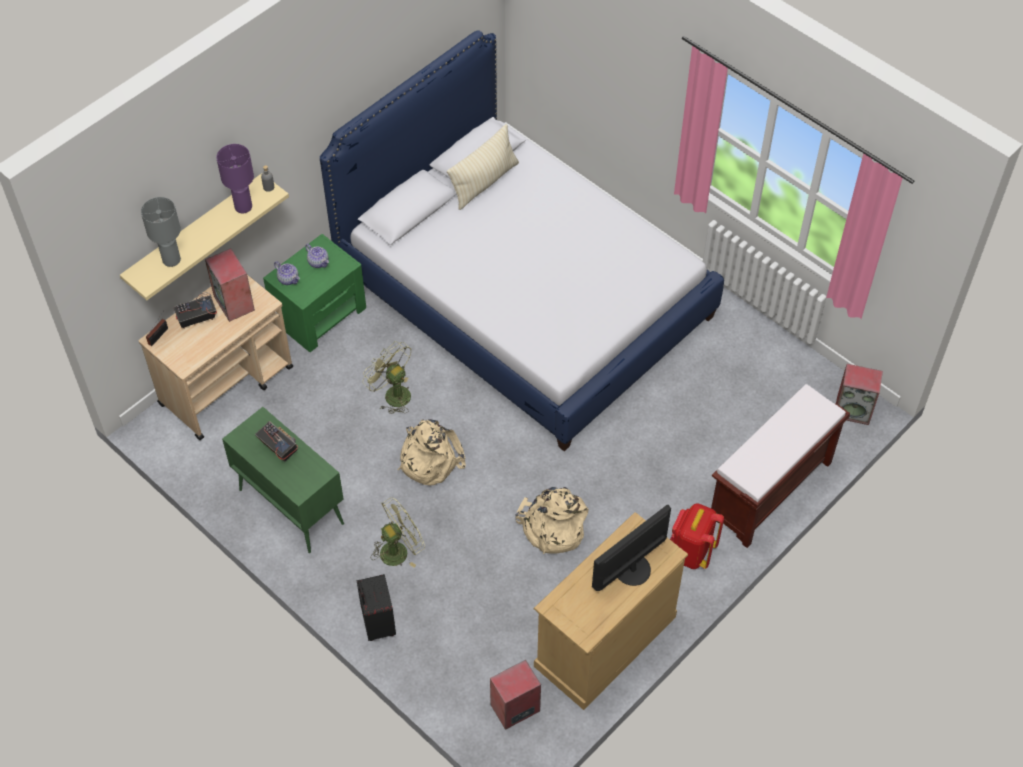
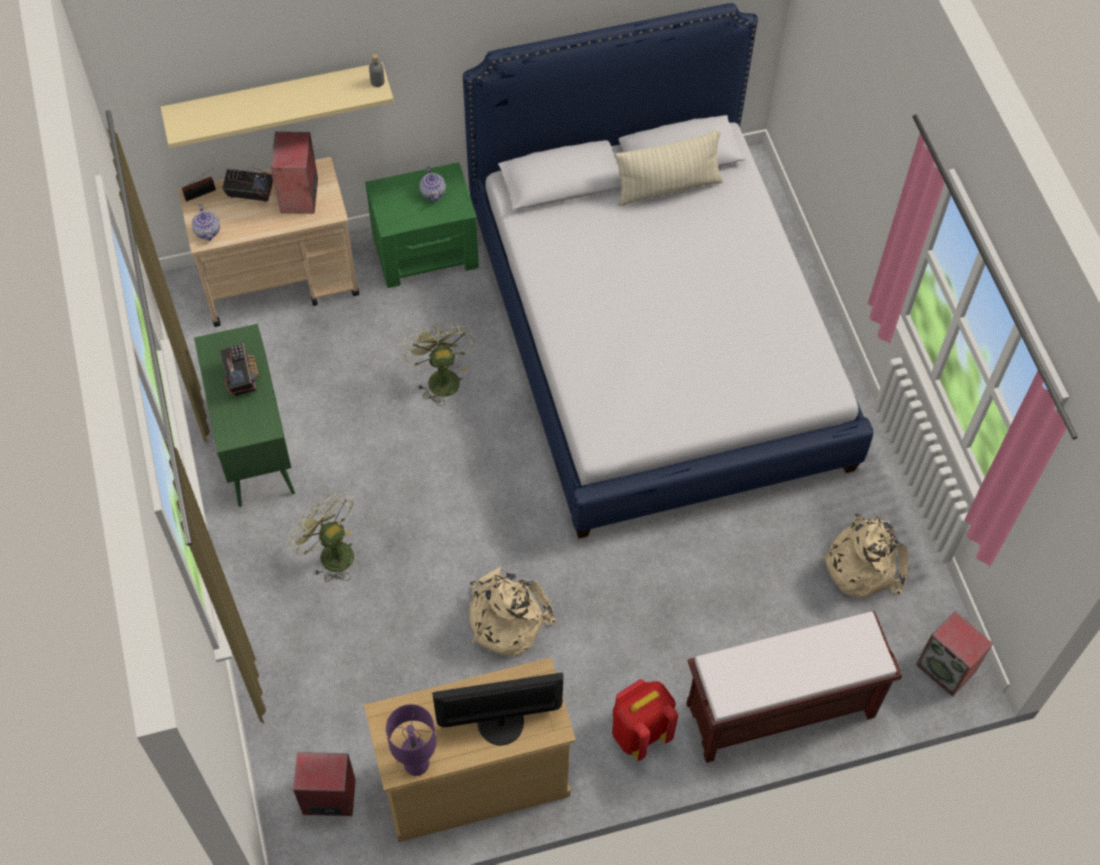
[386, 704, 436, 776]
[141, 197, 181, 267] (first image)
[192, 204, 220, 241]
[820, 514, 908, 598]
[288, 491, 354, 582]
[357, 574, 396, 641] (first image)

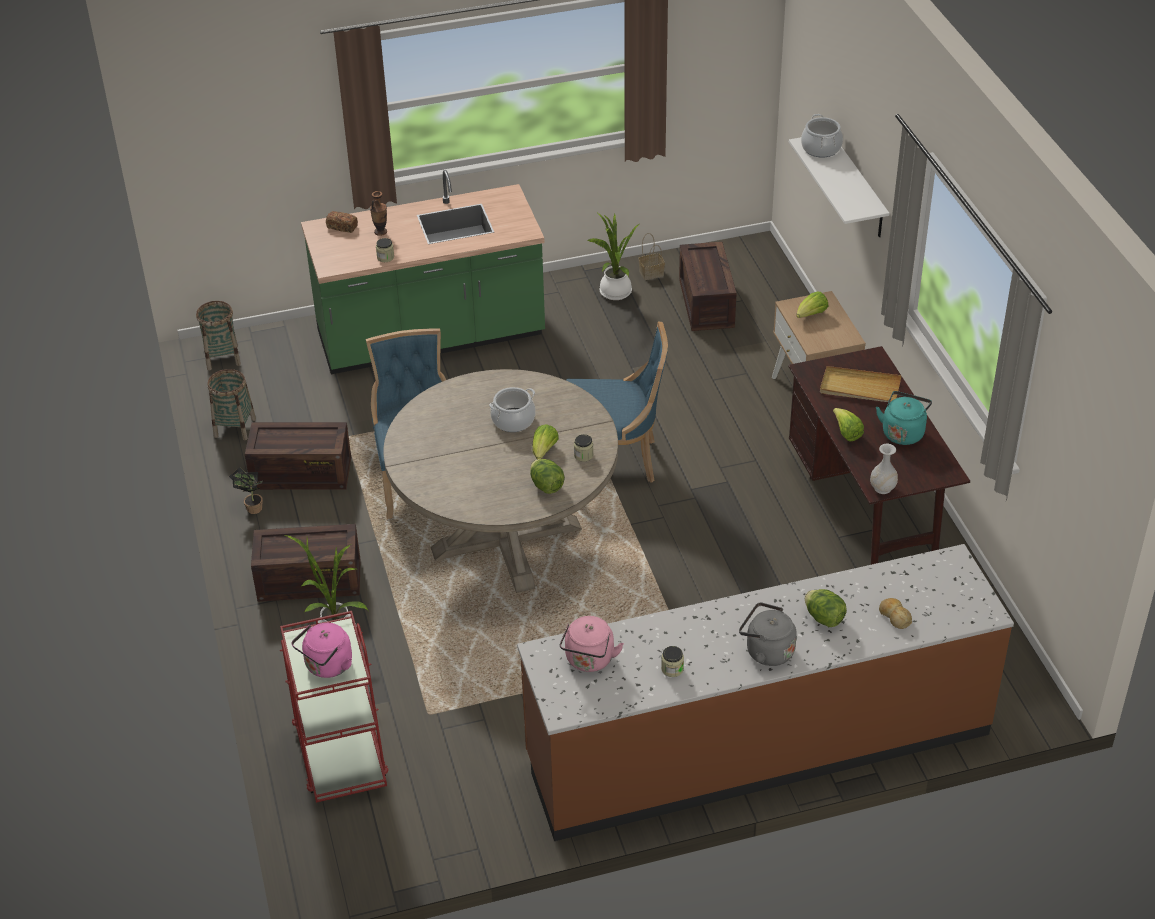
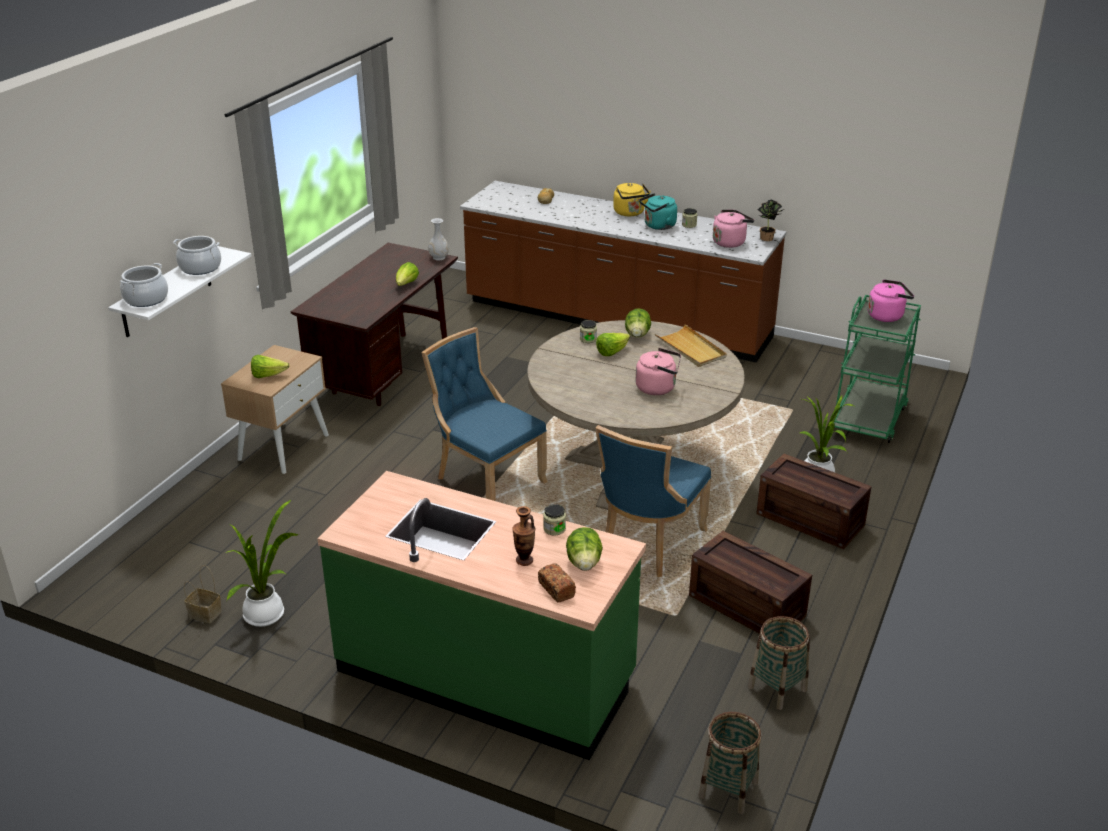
[679, 242, 737, 331] (first image)
[655, 324, 727, 367]
[173, 236, 221, 275]
[639, 193, 677, 230]
[758, 199, 784, 241]
[566, 527, 603, 571]
[613, 183, 651, 216]
[834, 295, 921, 443]
[636, 348, 681, 395]

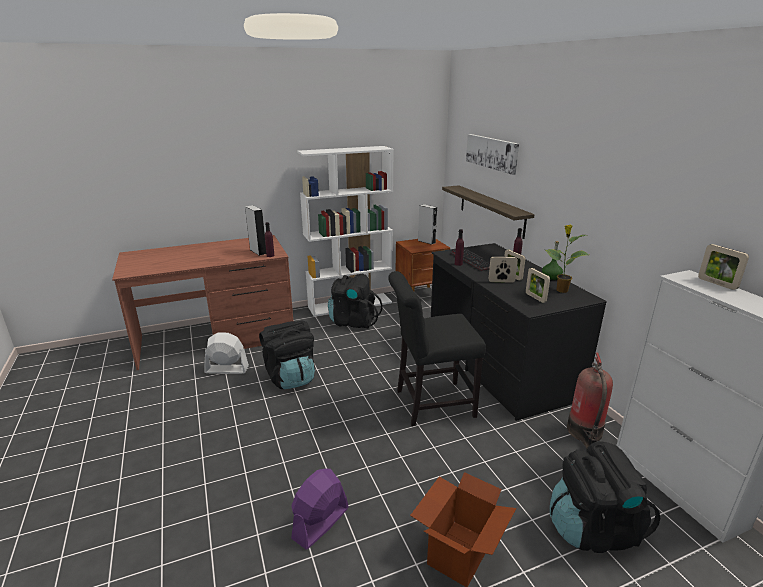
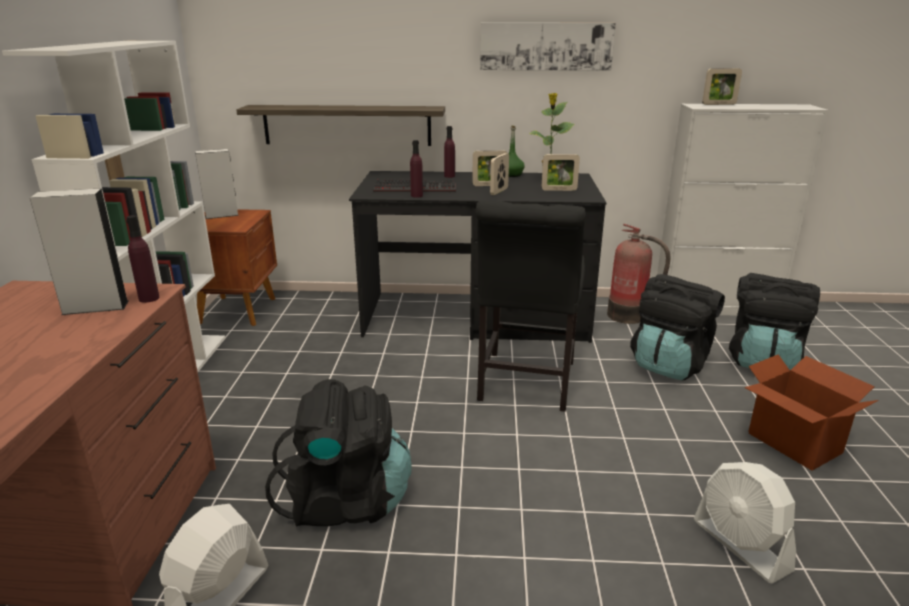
[480, 23, 616, 71]
[630, 274, 725, 381]
[694, 462, 796, 583]

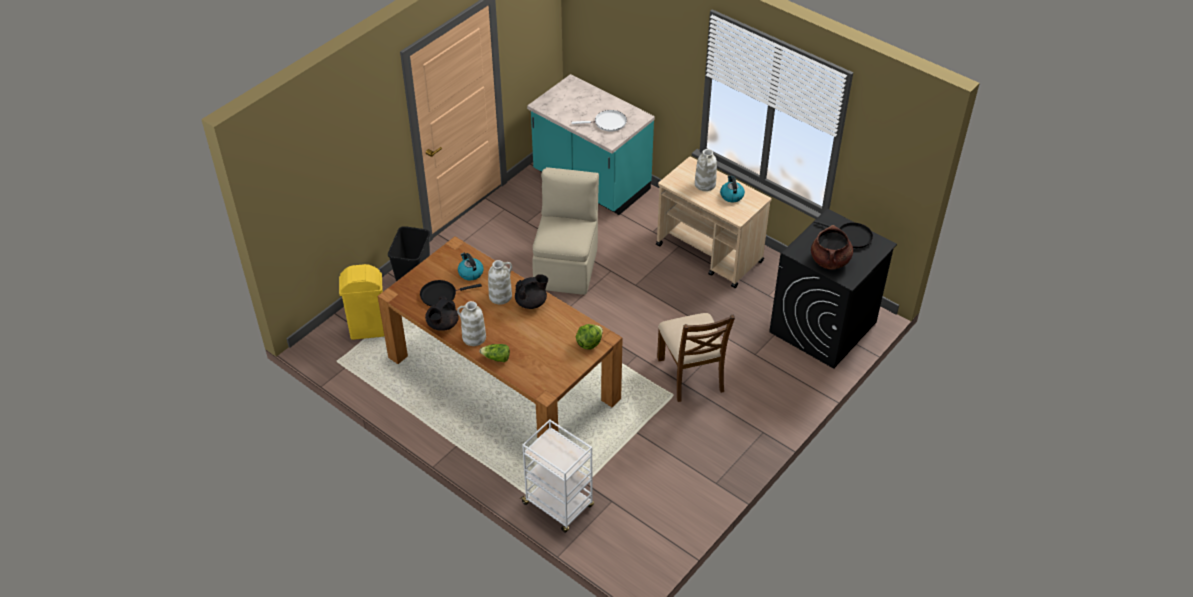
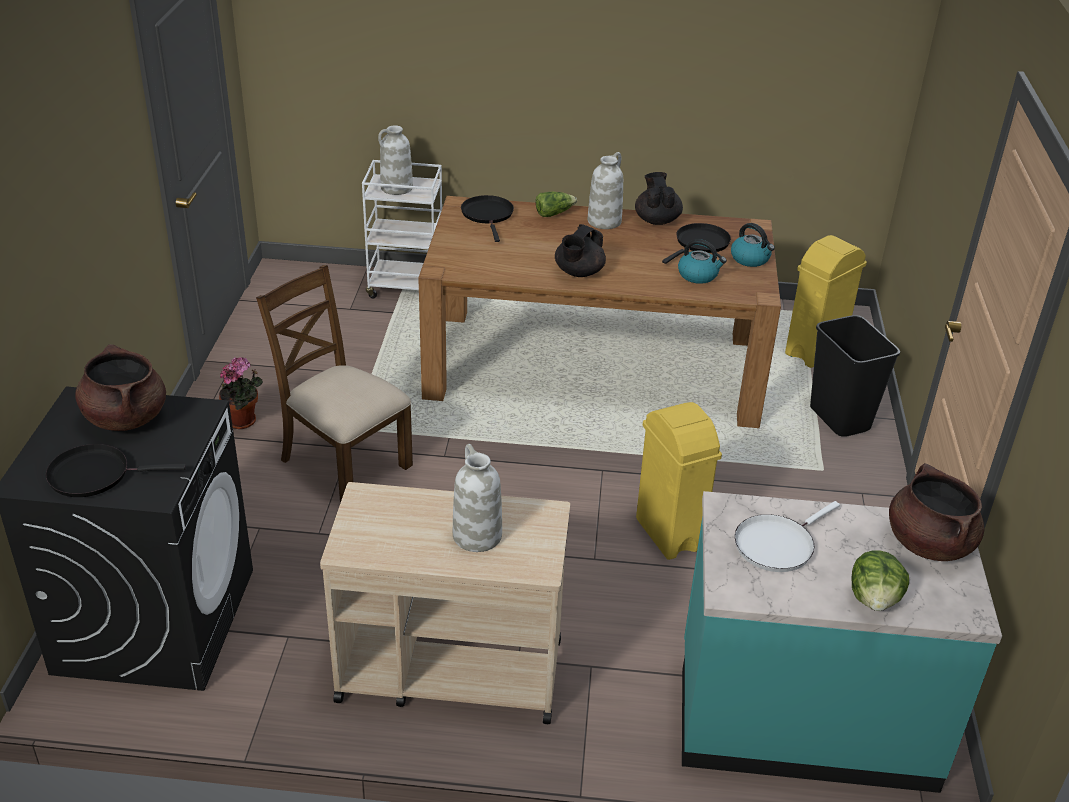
[636, 402, 722, 560]
[731, 223, 775, 267]
[378, 125, 413, 195]
[851, 550, 909, 611]
[461, 195, 514, 242]
[219, 357, 263, 429]
[889, 463, 984, 561]

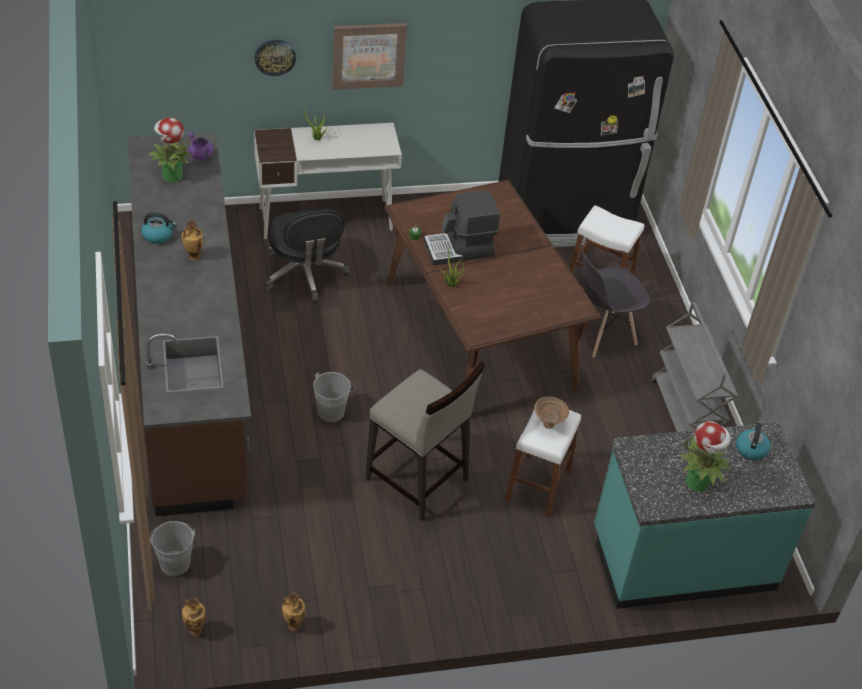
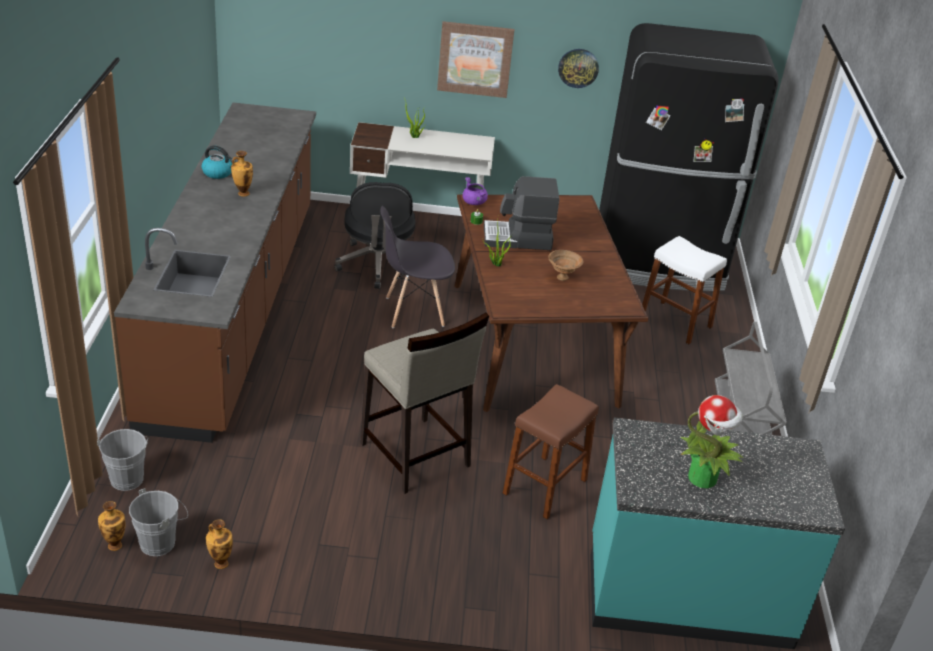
[558, 49, 599, 88]
[149, 117, 193, 183] (first image)
[463, 177, 488, 205]
[381, 206, 455, 328]
[129, 488, 188, 556]
[548, 250, 583, 281]
[503, 384, 599, 519]
[736, 421, 771, 460] (first image)

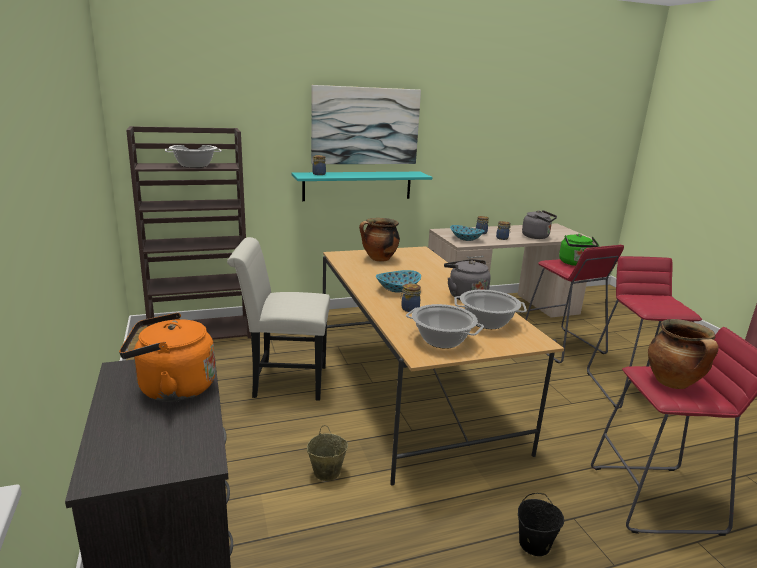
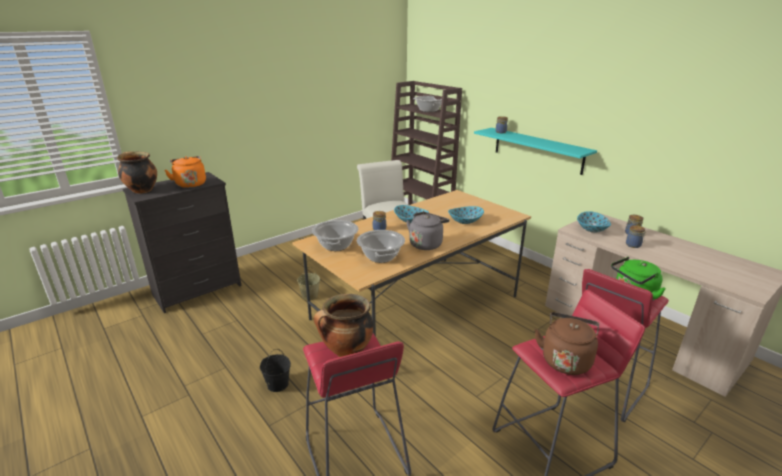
[311, 85, 421, 164] (first image)
[522, 210, 557, 239] (first image)
[117, 151, 157, 194]
[448, 206, 484, 224]
[535, 312, 599, 375]

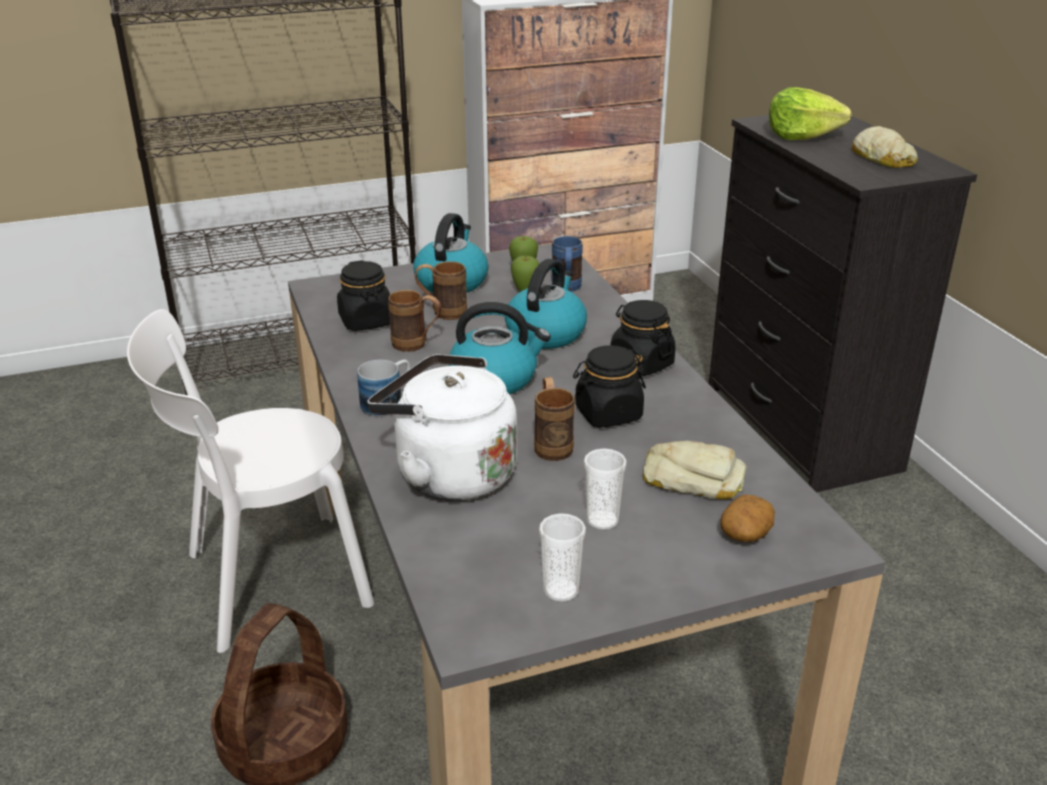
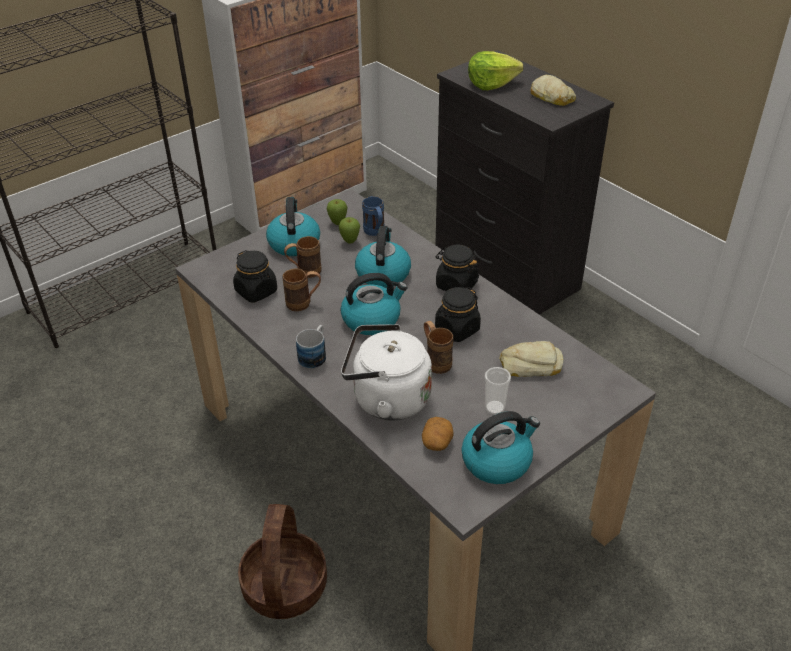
[127, 309, 374, 653] (first image)
[422, 417, 454, 451]
[461, 411, 540, 484]

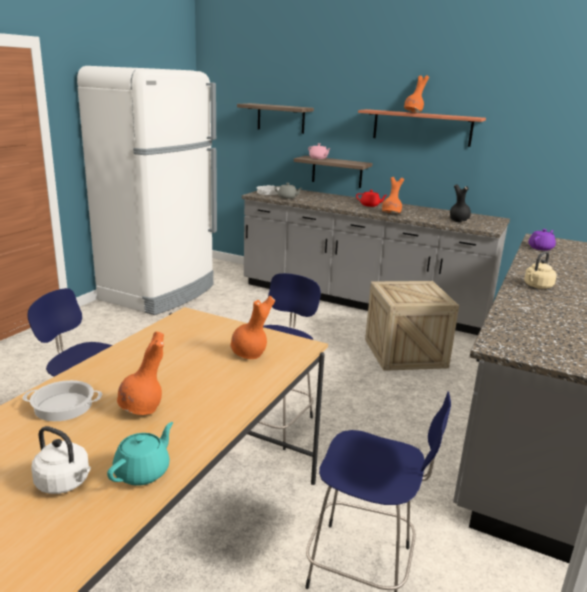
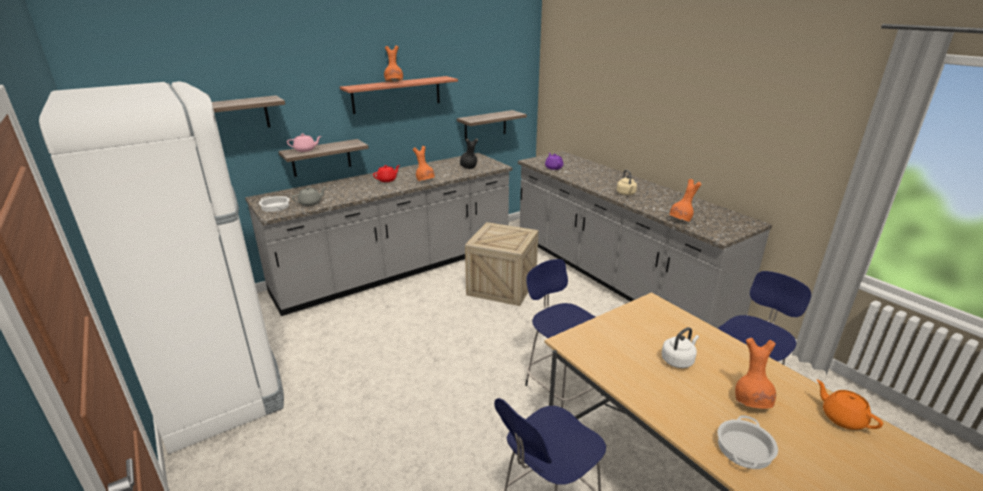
[669, 179, 702, 221]
[817, 380, 883, 430]
[661, 327, 699, 368]
[457, 110, 527, 141]

